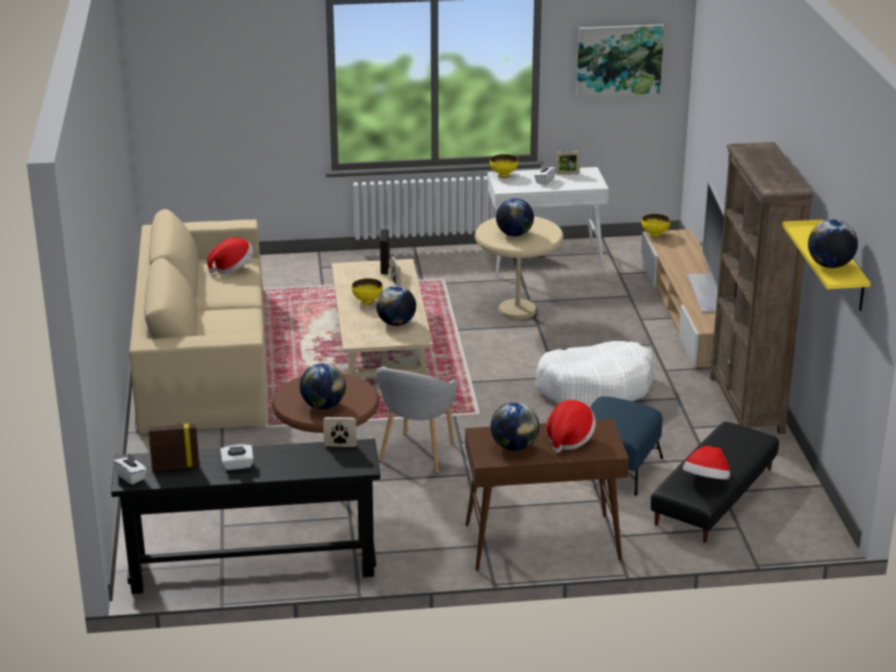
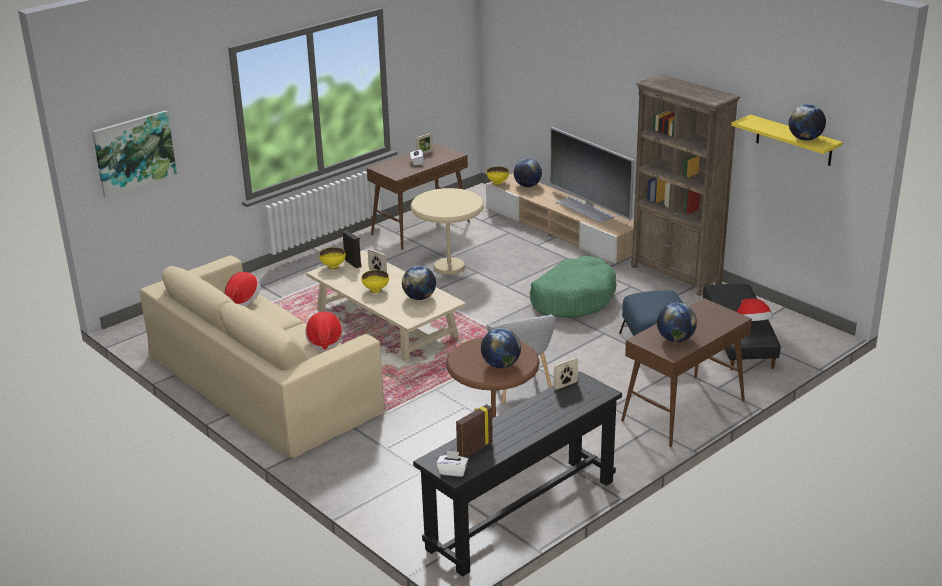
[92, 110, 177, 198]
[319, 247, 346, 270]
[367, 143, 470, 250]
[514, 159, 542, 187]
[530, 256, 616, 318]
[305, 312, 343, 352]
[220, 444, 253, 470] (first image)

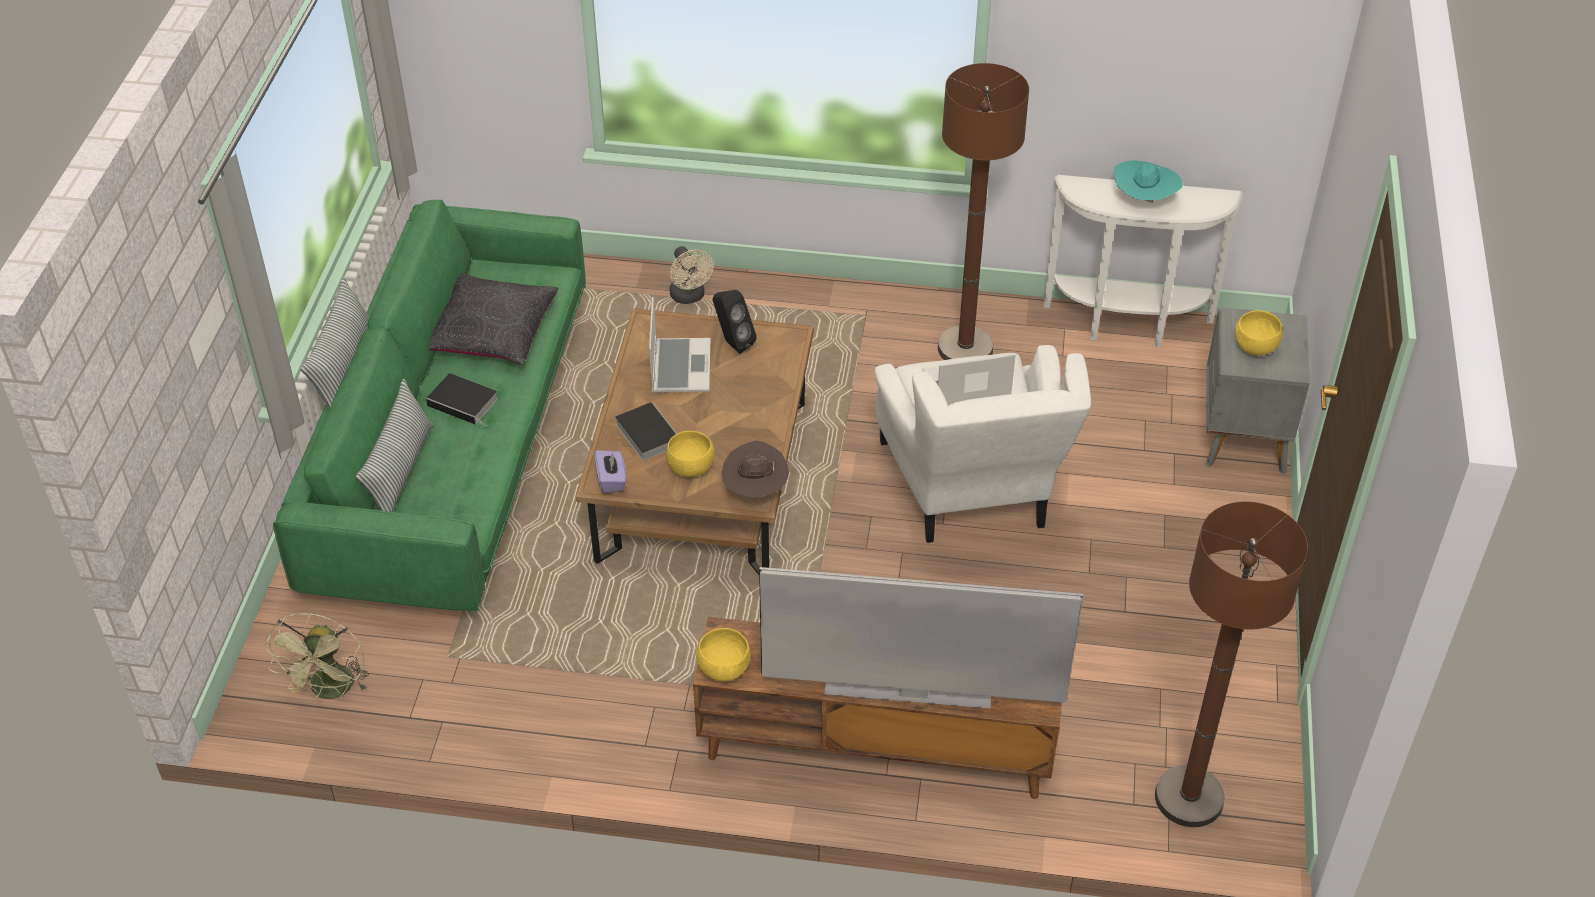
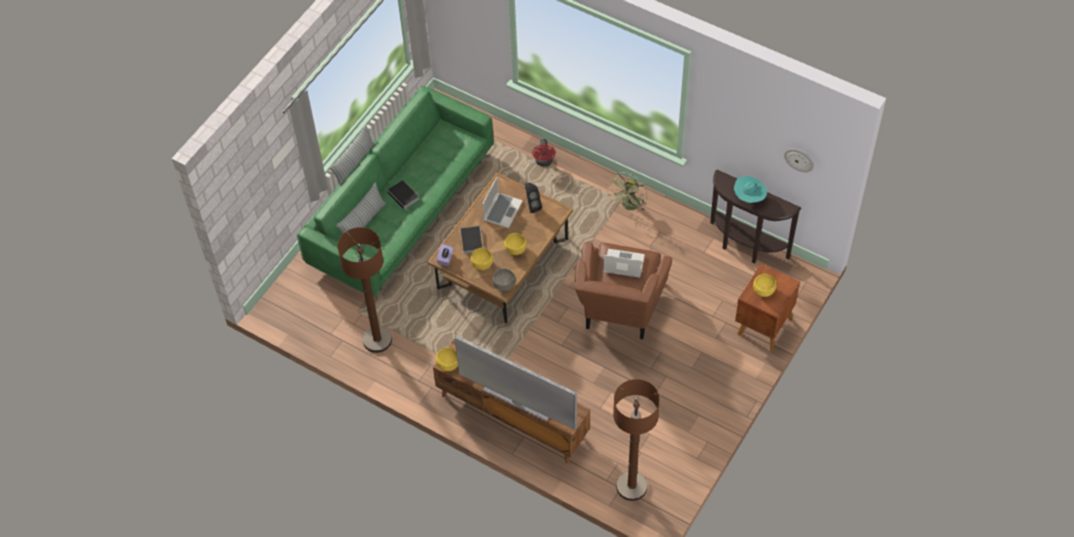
[337, 227, 392, 353]
[710, 170, 801, 264]
[532, 139, 556, 166]
[429, 273, 558, 365] (first image)
[735, 264, 800, 351]
[575, 242, 672, 339]
[493, 269, 515, 291]
[609, 172, 647, 211]
[784, 149, 814, 172]
[504, 233, 527, 255]

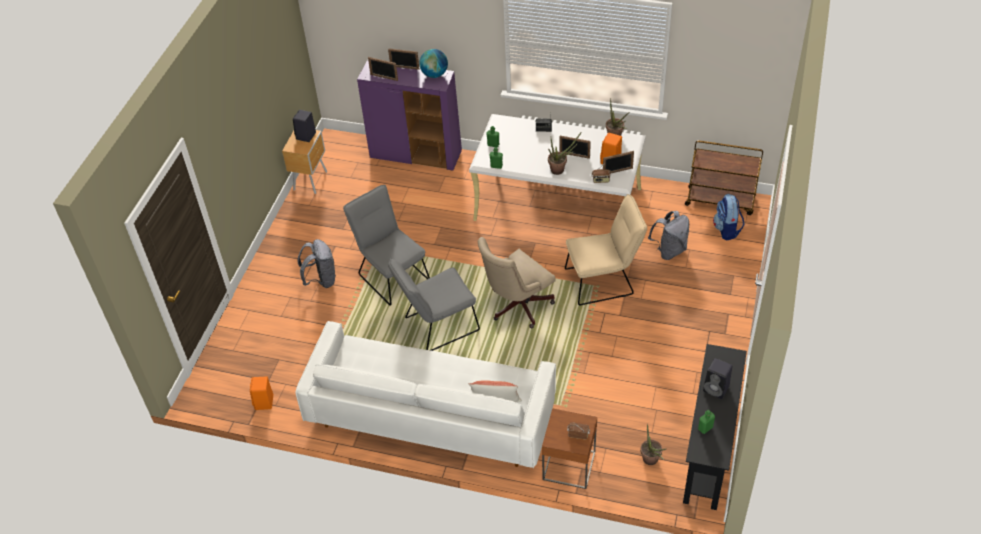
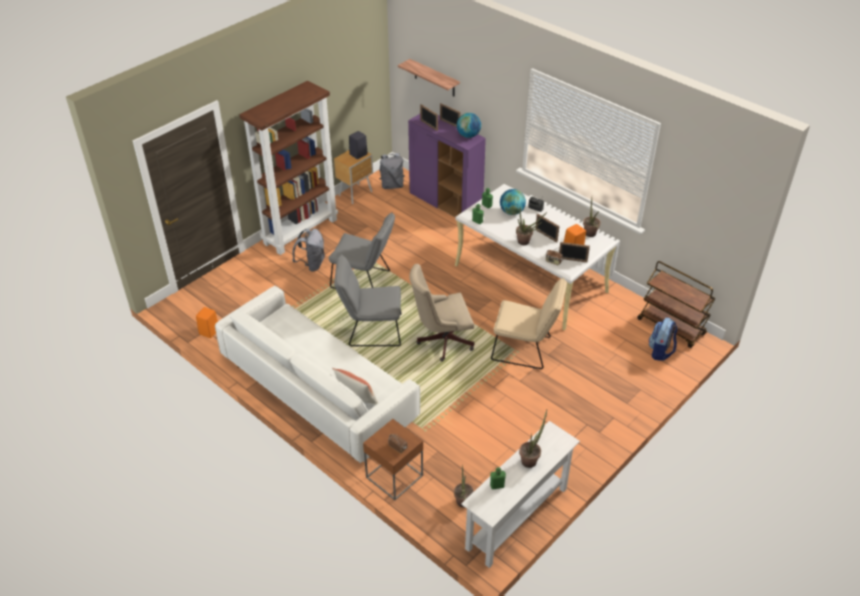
[328, 212, 395, 289]
[379, 153, 405, 189]
[461, 421, 580, 568]
[519, 410, 547, 468]
[398, 59, 460, 97]
[239, 81, 338, 255]
[500, 189, 526, 215]

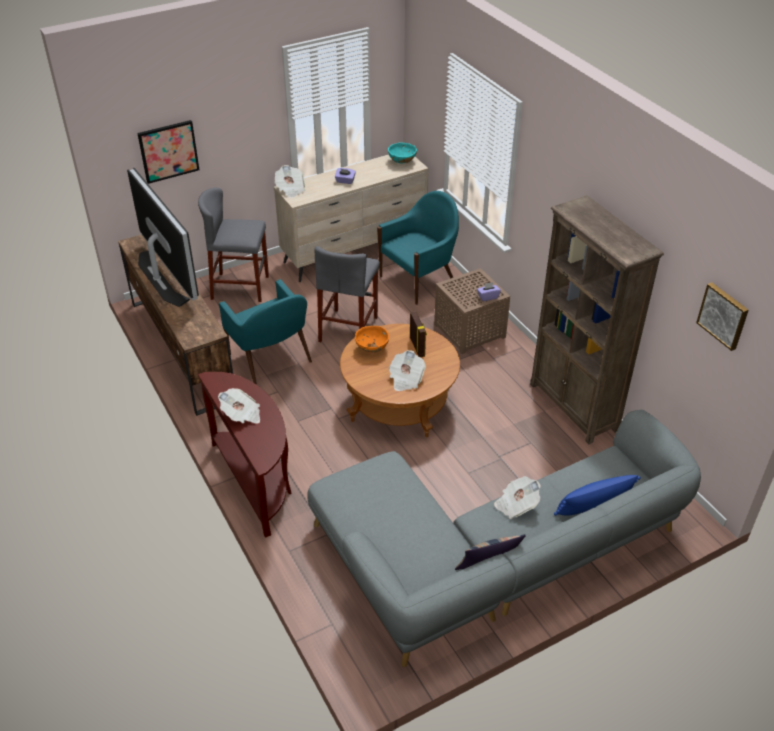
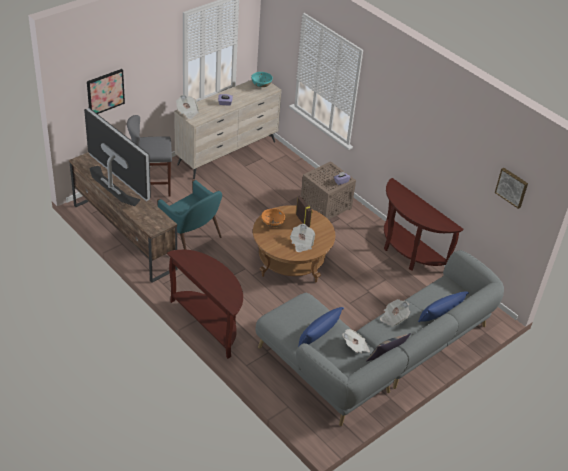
[377, 191, 459, 305] (first image)
[384, 178, 463, 271]
[314, 246, 380, 342] (first image)
[342, 329, 370, 353]
[298, 307, 344, 347]

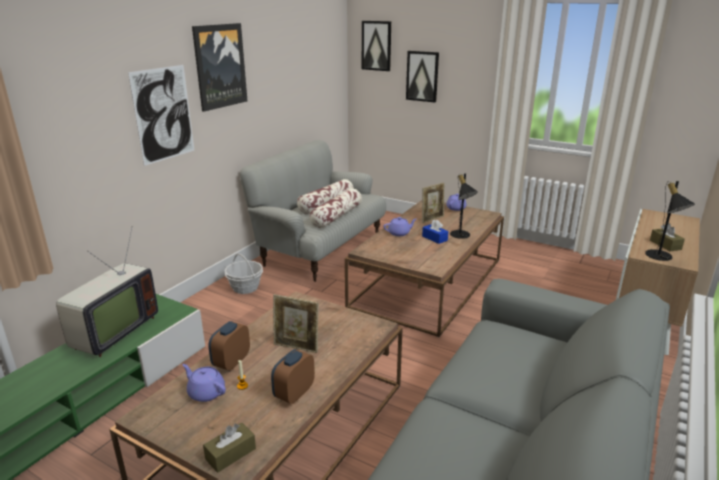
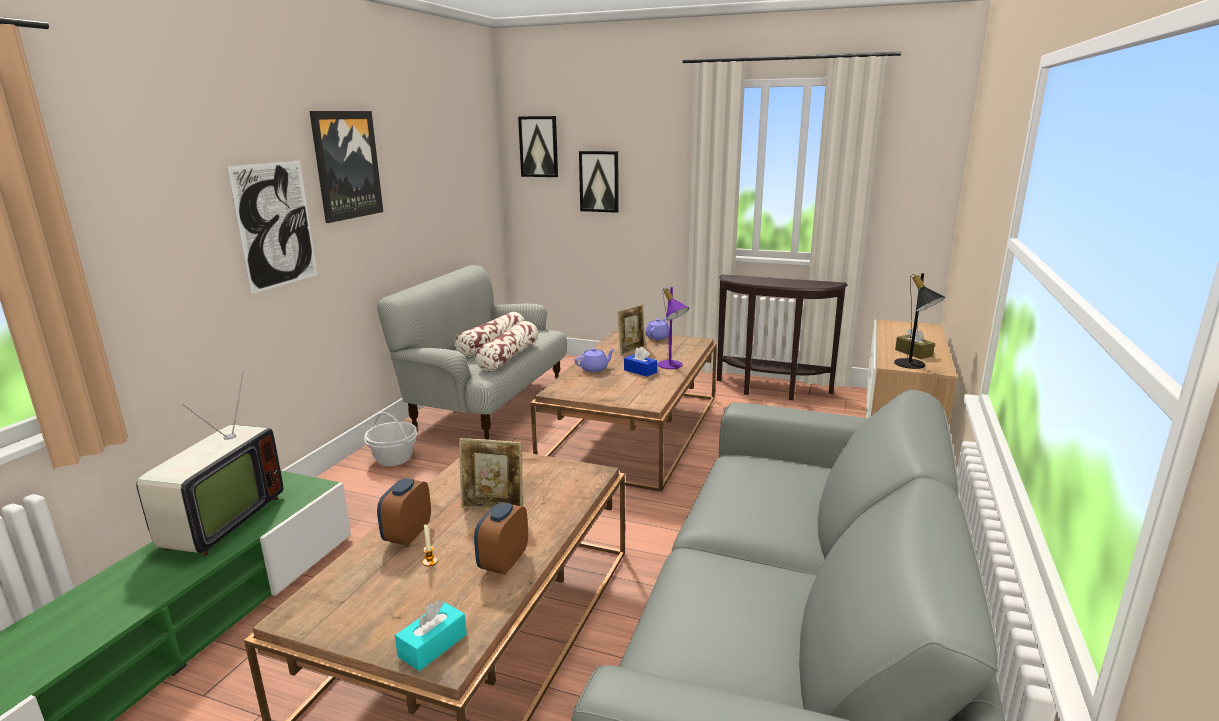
[658, 287, 689, 369]
[182, 364, 226, 402] (first image)
[395, 600, 467, 671]
[717, 275, 848, 400]

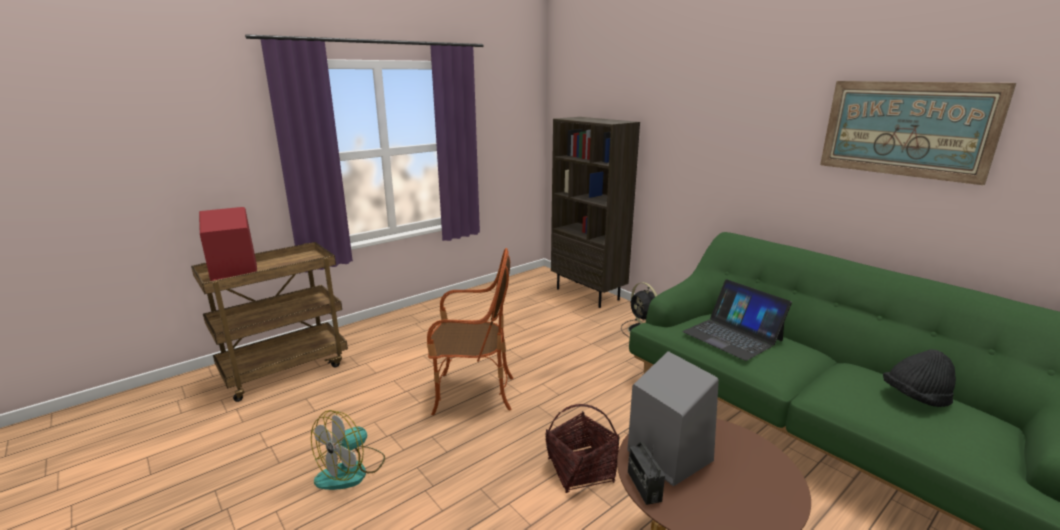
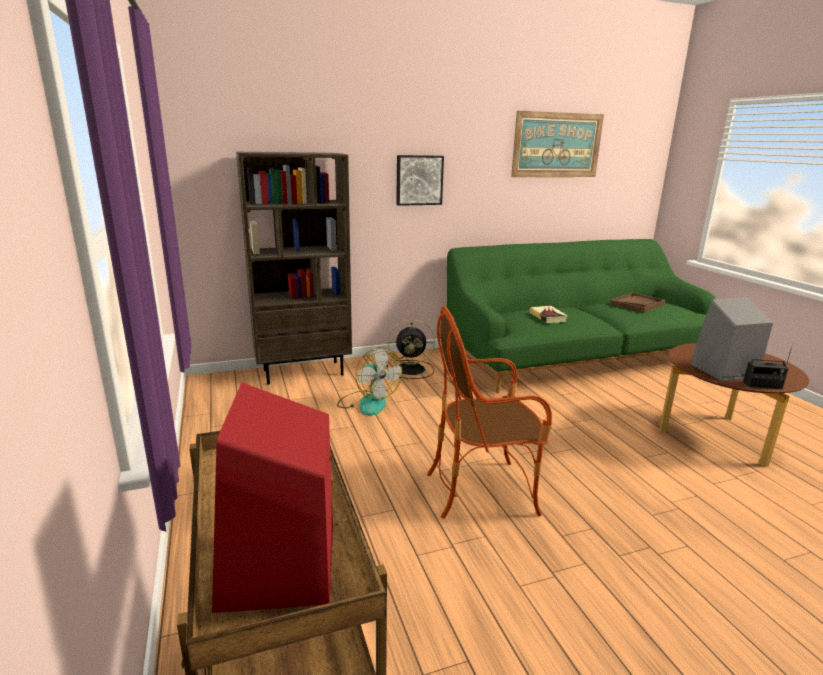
[427, 306, 552, 519]
[529, 306, 568, 323]
[610, 293, 666, 313]
[545, 404, 620, 493] (first image)
[337, 347, 402, 416]
[396, 155, 444, 206]

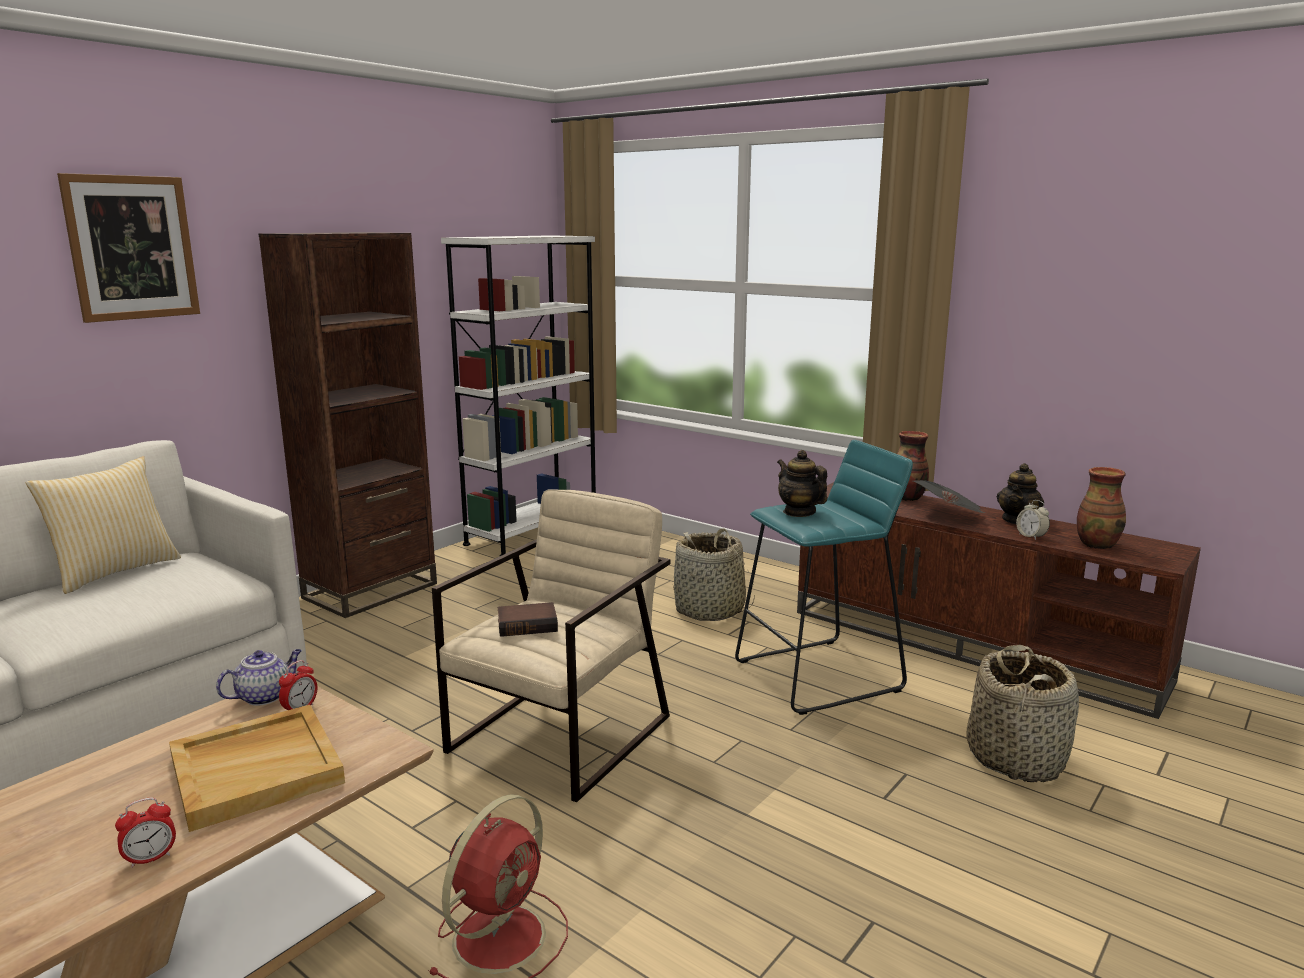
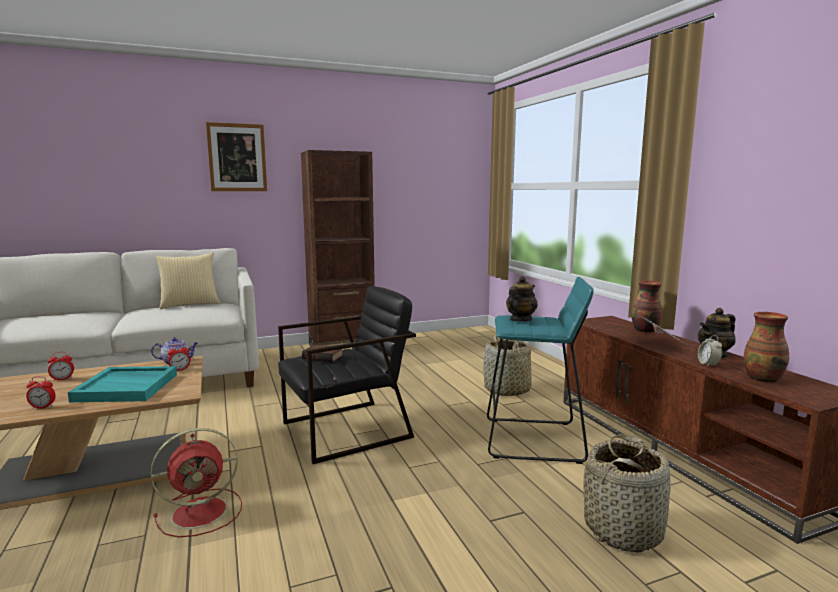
[441, 235, 596, 556] (first image)
[506, 276, 538, 321]
[278, 286, 416, 464]
[68, 366, 177, 402]
[48, 352, 74, 381]

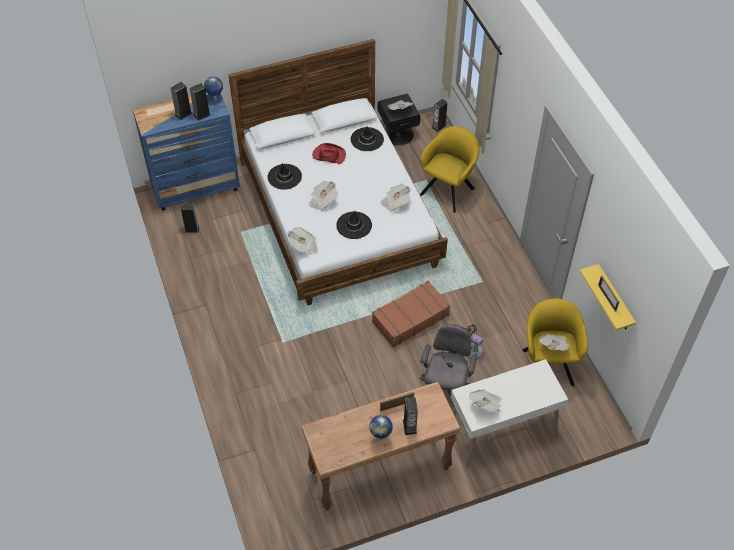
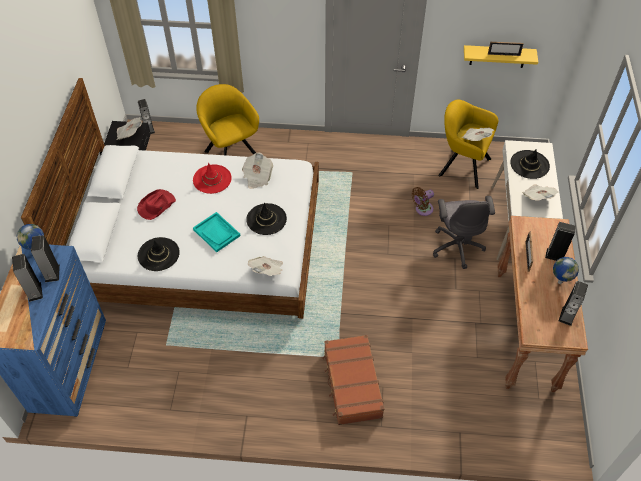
[510, 149, 550, 179]
[193, 212, 240, 252]
[559, 281, 588, 326]
[322, 335, 385, 425]
[433, 196, 495, 269]
[193, 163, 232, 194]

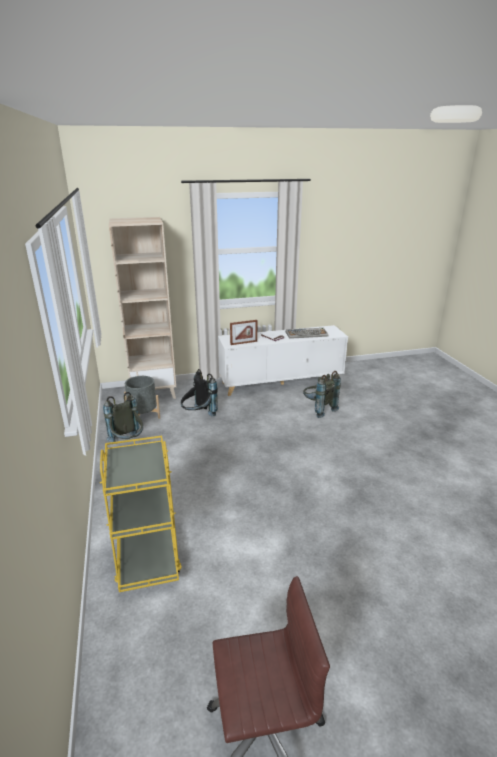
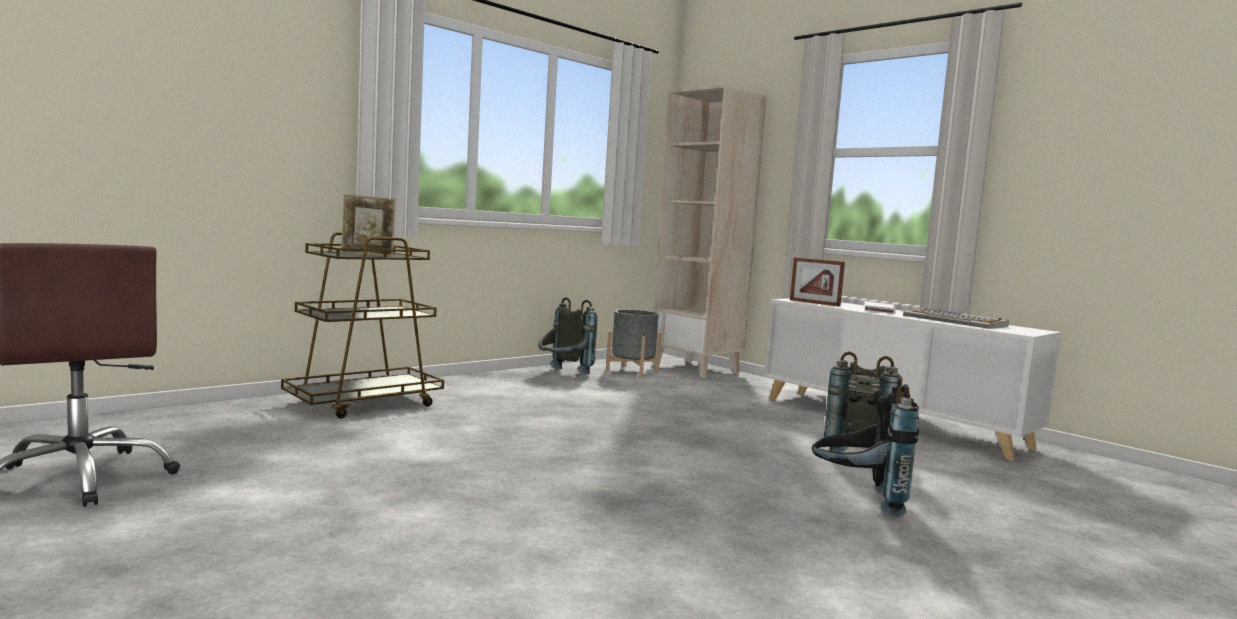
[812, 376, 919, 517]
[281, 232, 444, 419]
[341, 194, 396, 257]

